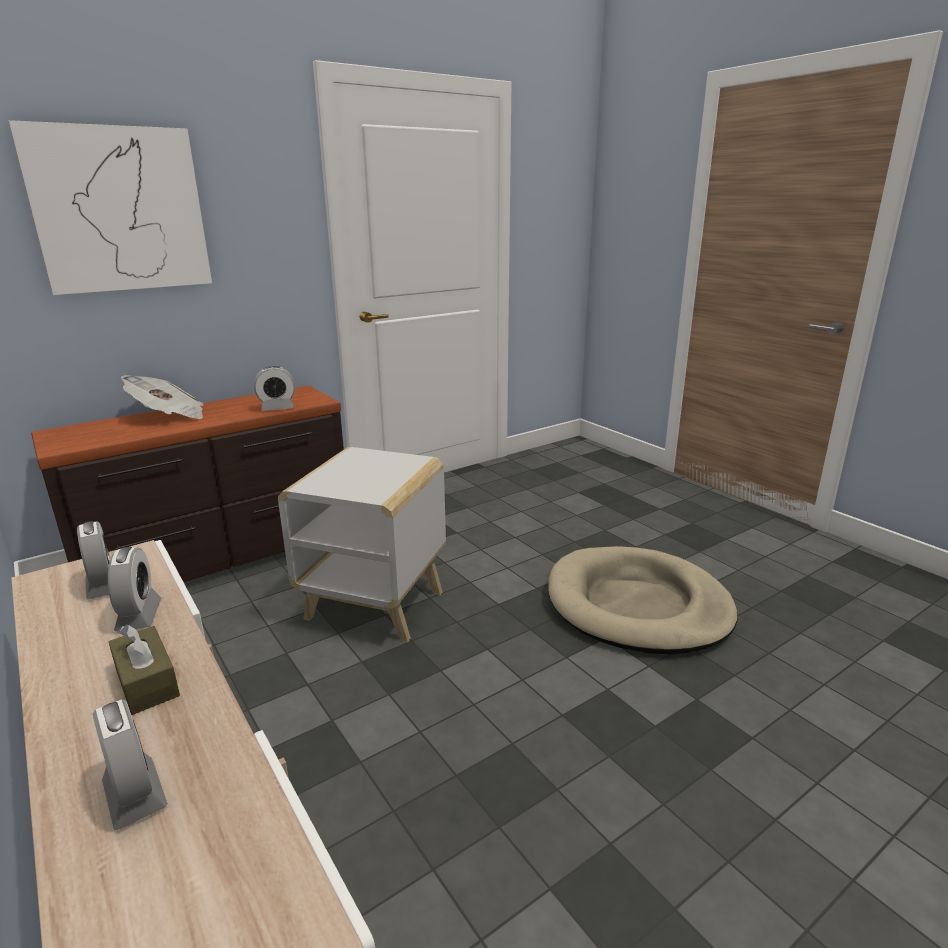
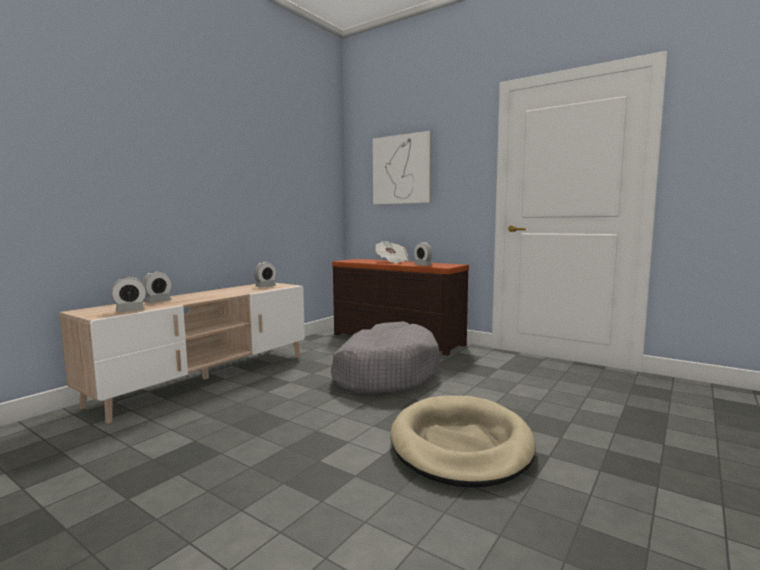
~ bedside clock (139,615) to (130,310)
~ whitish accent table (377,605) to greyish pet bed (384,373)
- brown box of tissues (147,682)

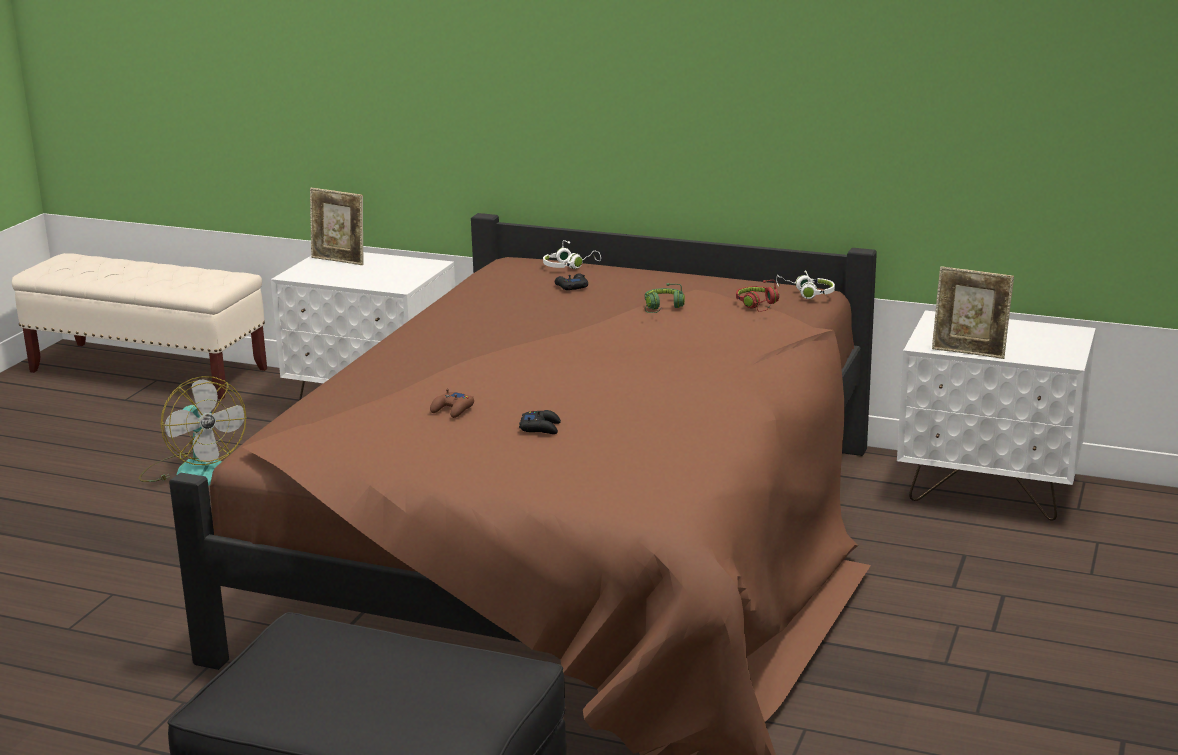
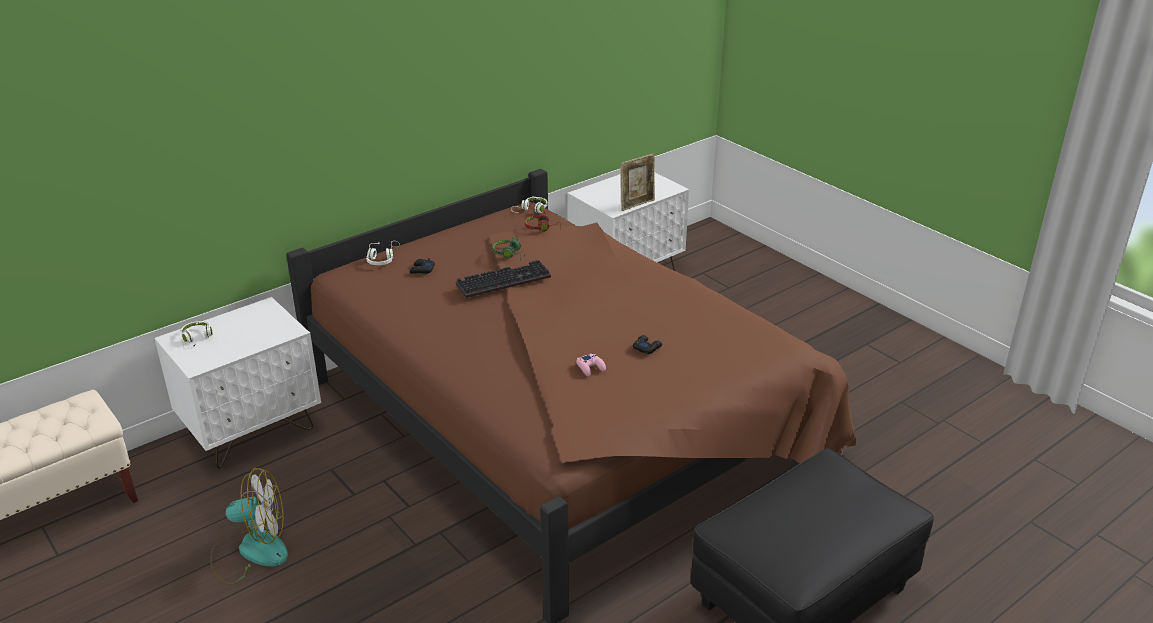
~ picture frame (339,260) to whitish pair of headphones (196,339)
+ computer keyboard (504,280)
~ brown joypad (453,410) to pinkish joypad (591,367)

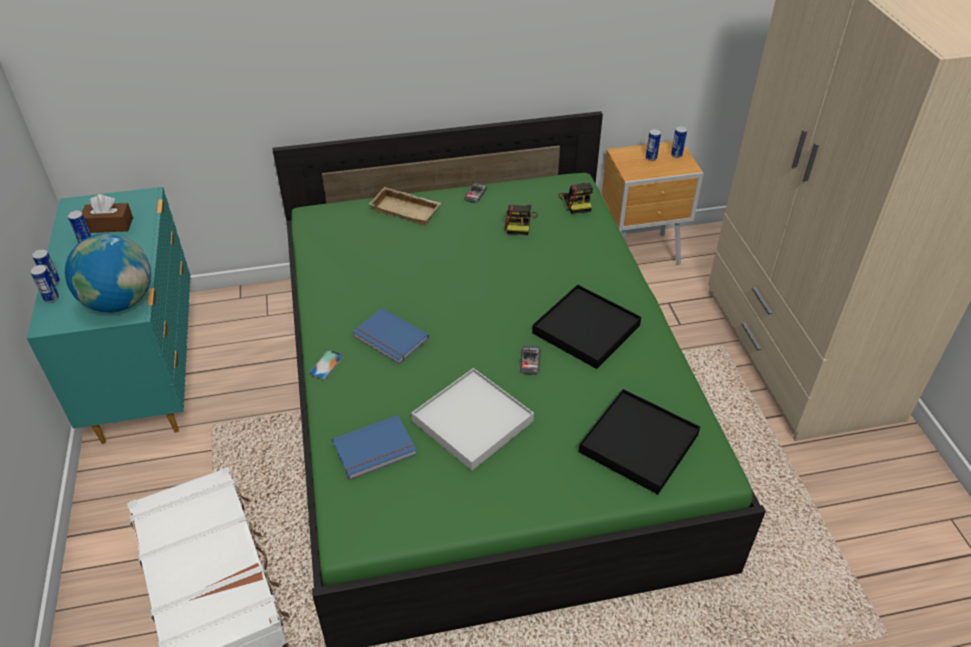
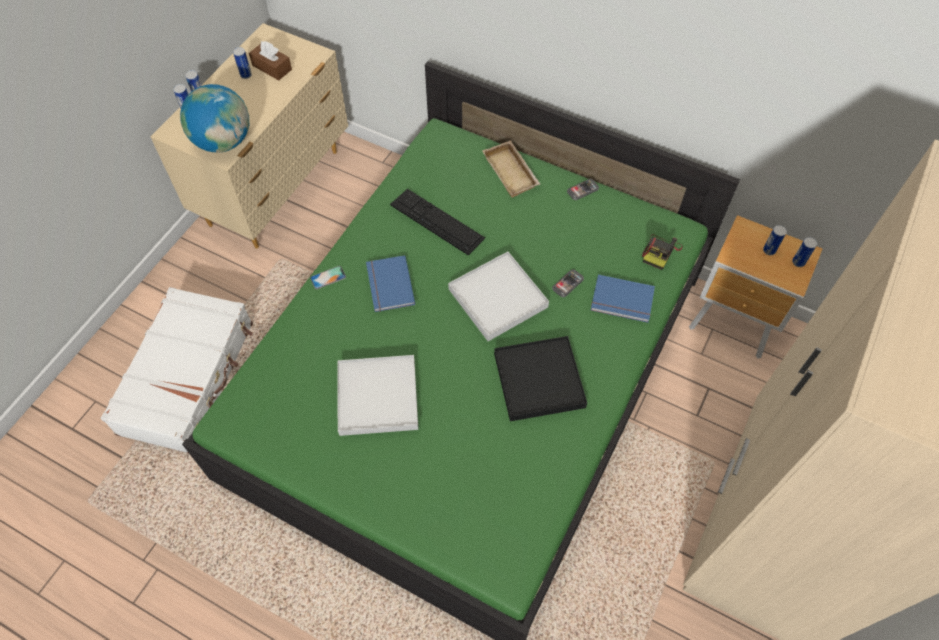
~ turquoise chest of drawers (148,372) to beige chest of drawers (277,187)
+ computer keyboard (437,221)
+ whitish carrying tray (498,298)
~ telephone (530,361) to (567,284)
~ blue volume (376,450) to (622,301)
- still camera (519,223)
- blackish carrying tray (639,443)

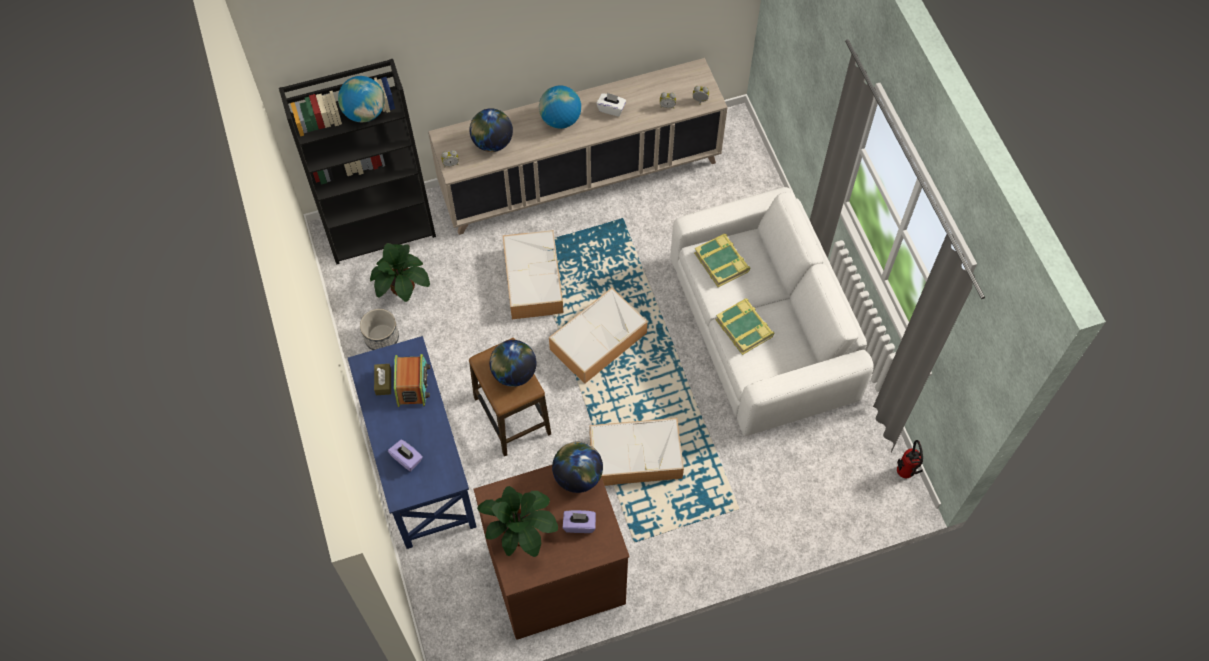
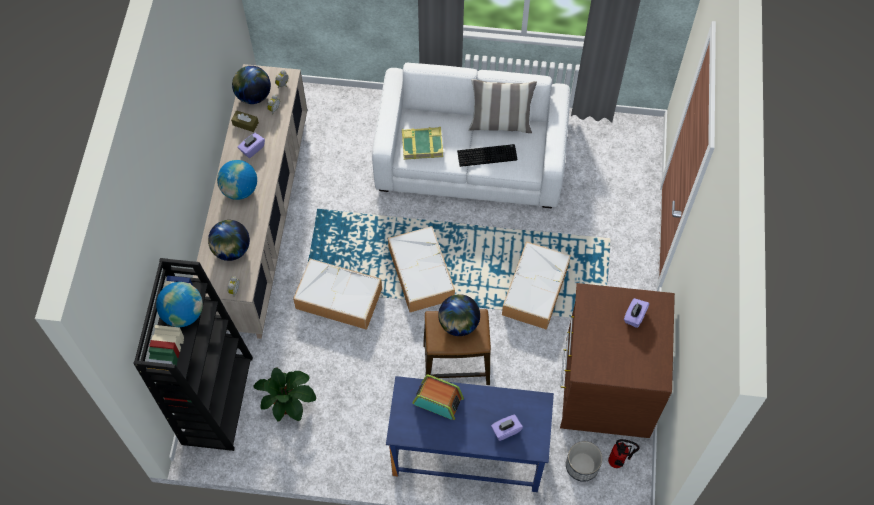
~ brown box of tissues (383,382) to (245,124)
~ globe (578,476) to (253,95)
~ whitish box of tissues (611,109) to purplish box of tissues (252,149)
~ volume (744,328) to computer keyboard (487,155)
+ throw pillow (500,123)
~ planter (382,337) to (582,465)
~ extinguisher (904,474) to (618,463)
- potted plant (521,532)

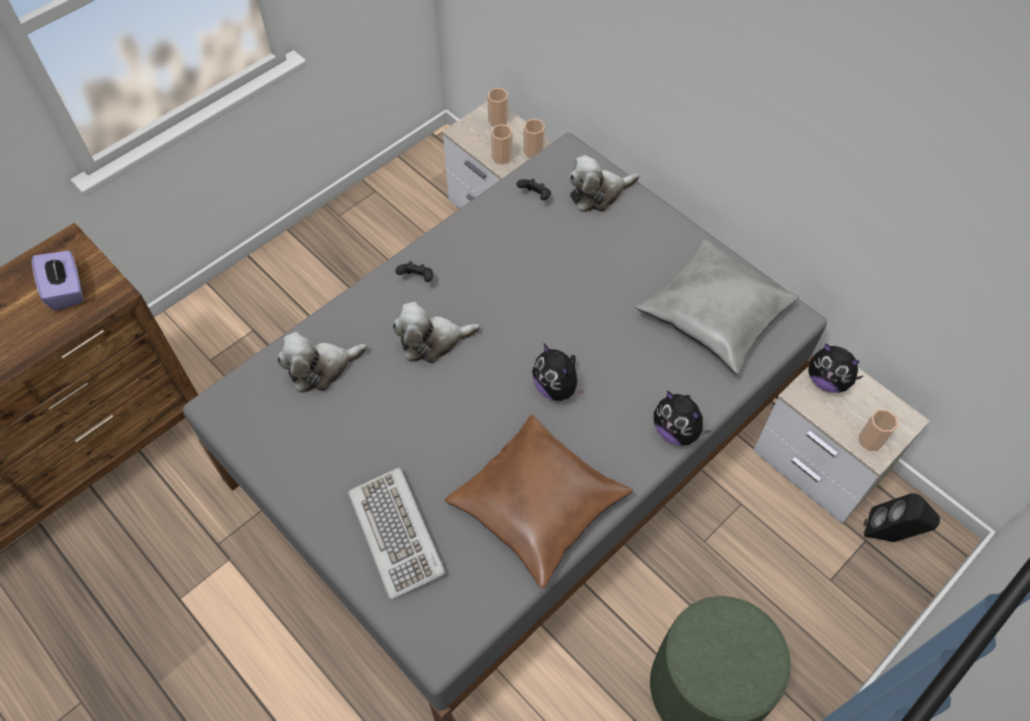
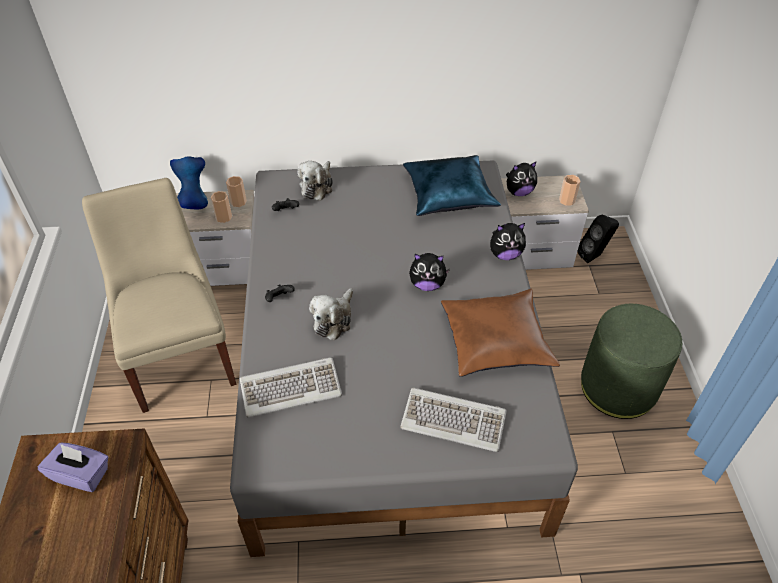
+ beige plain chair (180,355)
~ small cup (498,120) to blue vase (195,202)
~ plush toy (321,369) to computer keyboard (291,388)
~ greyish throw pillow (716,314) to blue throw pillow (449,194)

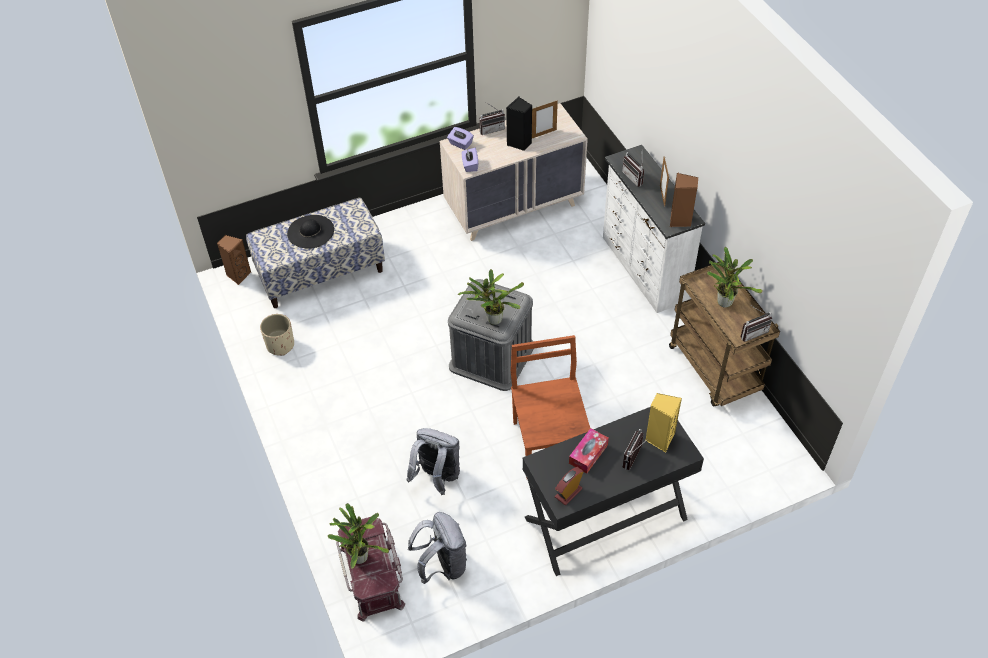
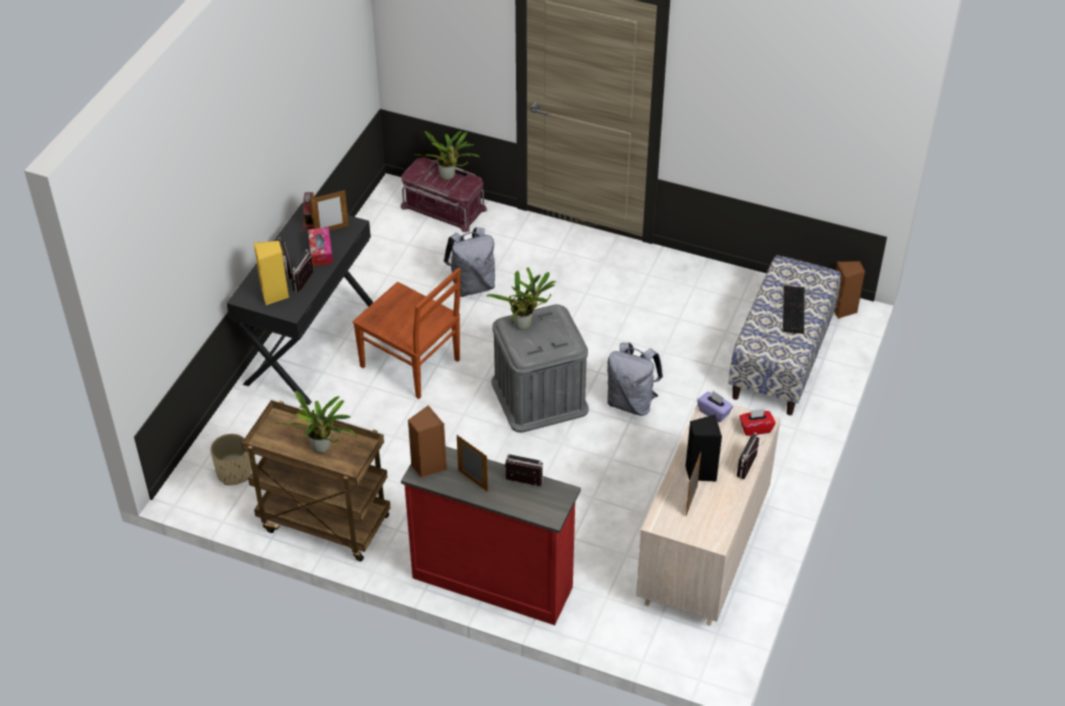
~ beige planter (280,345) to (234,473)
~ radio (752,332) to (306,283)
+ picture frame (332,229)
~ whitish chest of drawers (643,269) to red chest of drawers (492,580)
~ greyish knapsack (442,565) to (631,402)
~ purplish box of tissues (460,144) to red box of tissues (755,428)
~ blackish wearable hat (310,232) to computer keyboard (792,309)

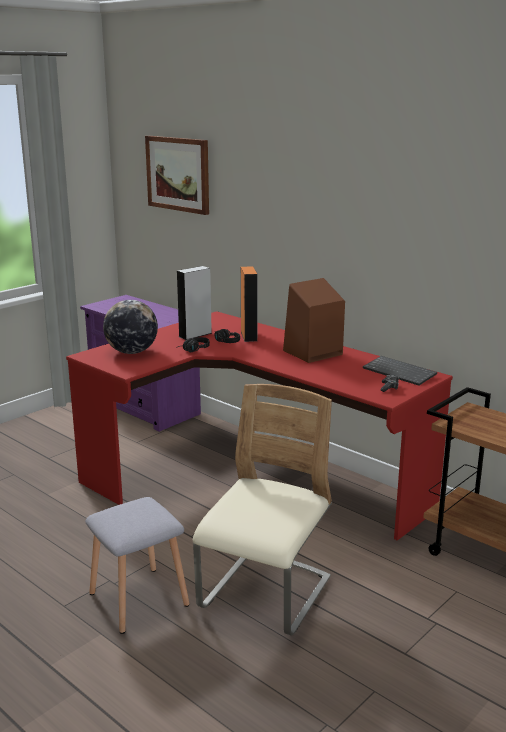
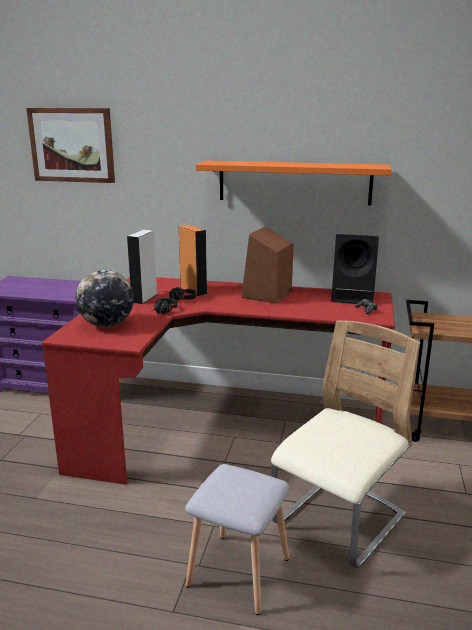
+ orange-coloured bracket shelf (294,182)
~ beige plain chair (266,595) = (339,521) 45 degrees clockwise
~ computer keyboard (400,372) to blackish speaker (354,297)

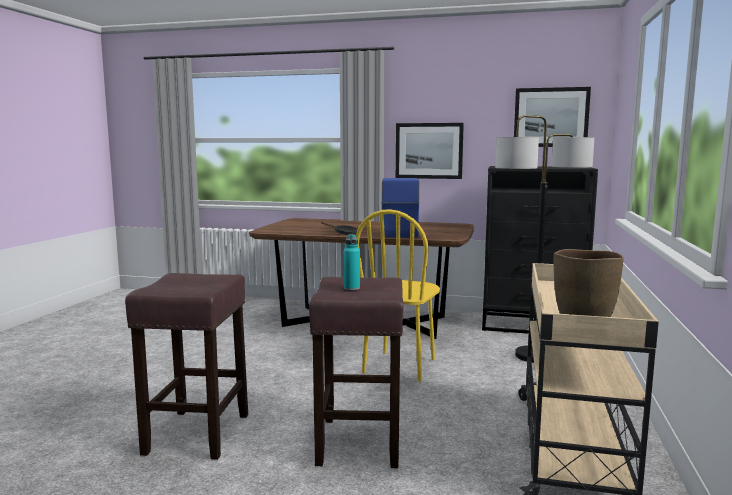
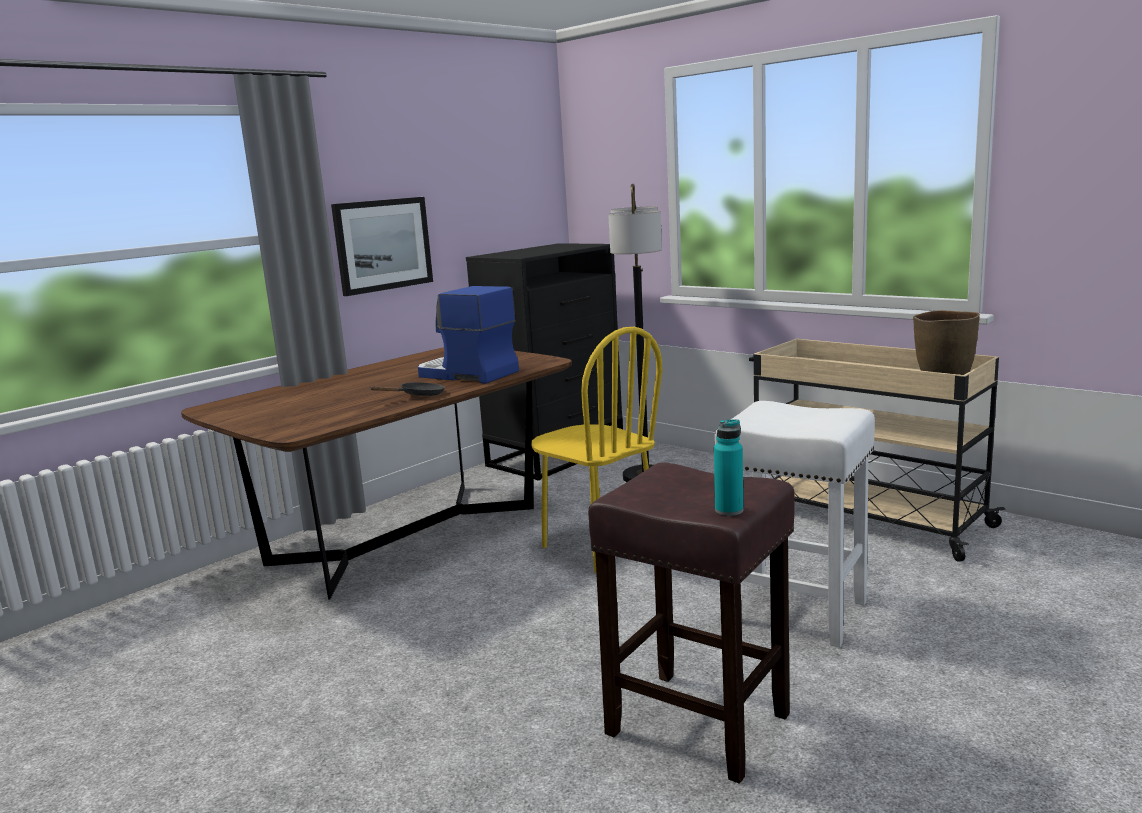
~ turquoise drink bottle (351,288) to (729,510)
~ brown stool seat (360,443) to whitish stool seat (797,611)
- wall picture (551,117)

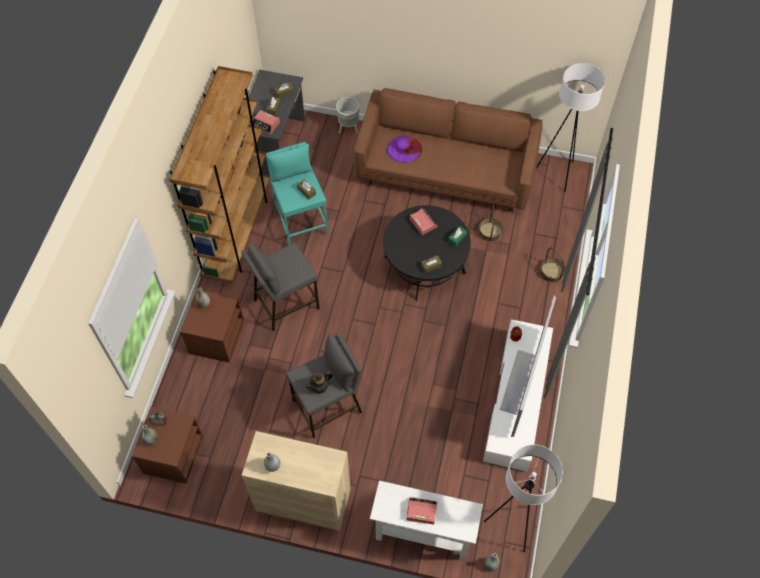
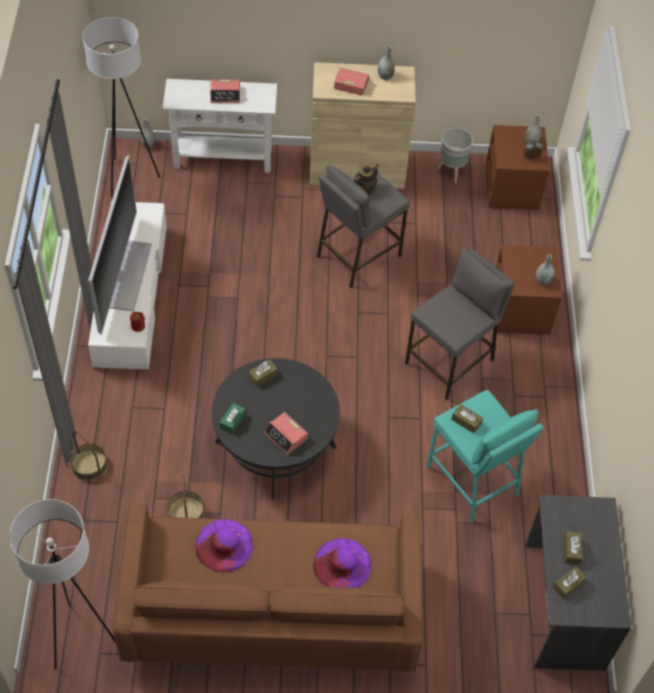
+ purplish wearable hat (224,545)
~ bedside clock (265,124) to (351,84)
~ greyish planter (349,129) to (451,172)
- brown bookcase (237,233)

